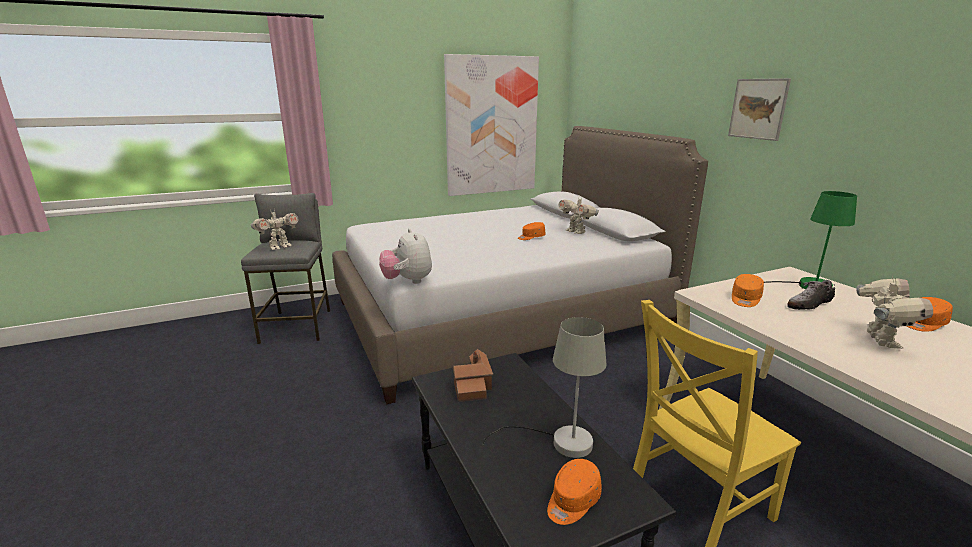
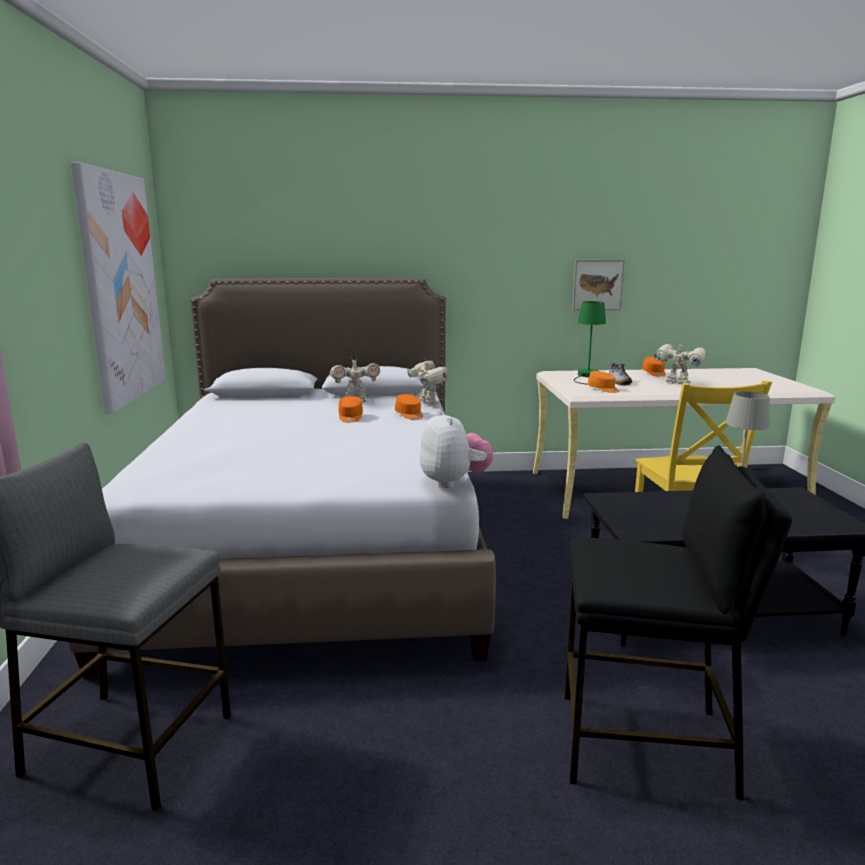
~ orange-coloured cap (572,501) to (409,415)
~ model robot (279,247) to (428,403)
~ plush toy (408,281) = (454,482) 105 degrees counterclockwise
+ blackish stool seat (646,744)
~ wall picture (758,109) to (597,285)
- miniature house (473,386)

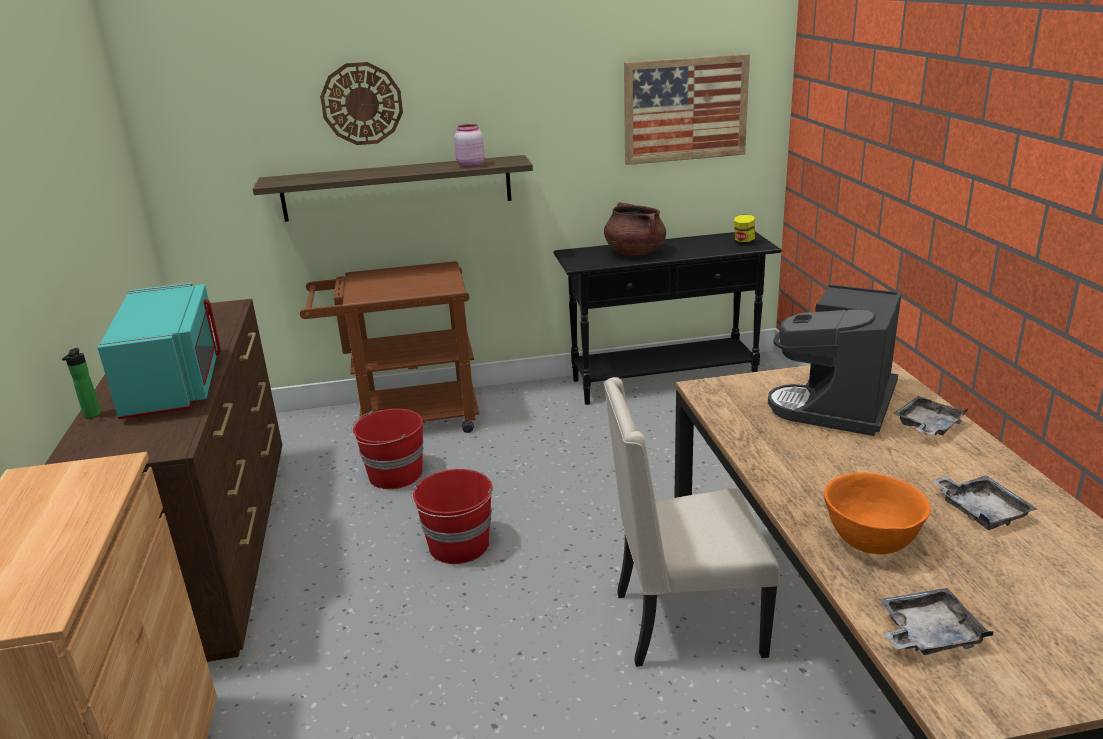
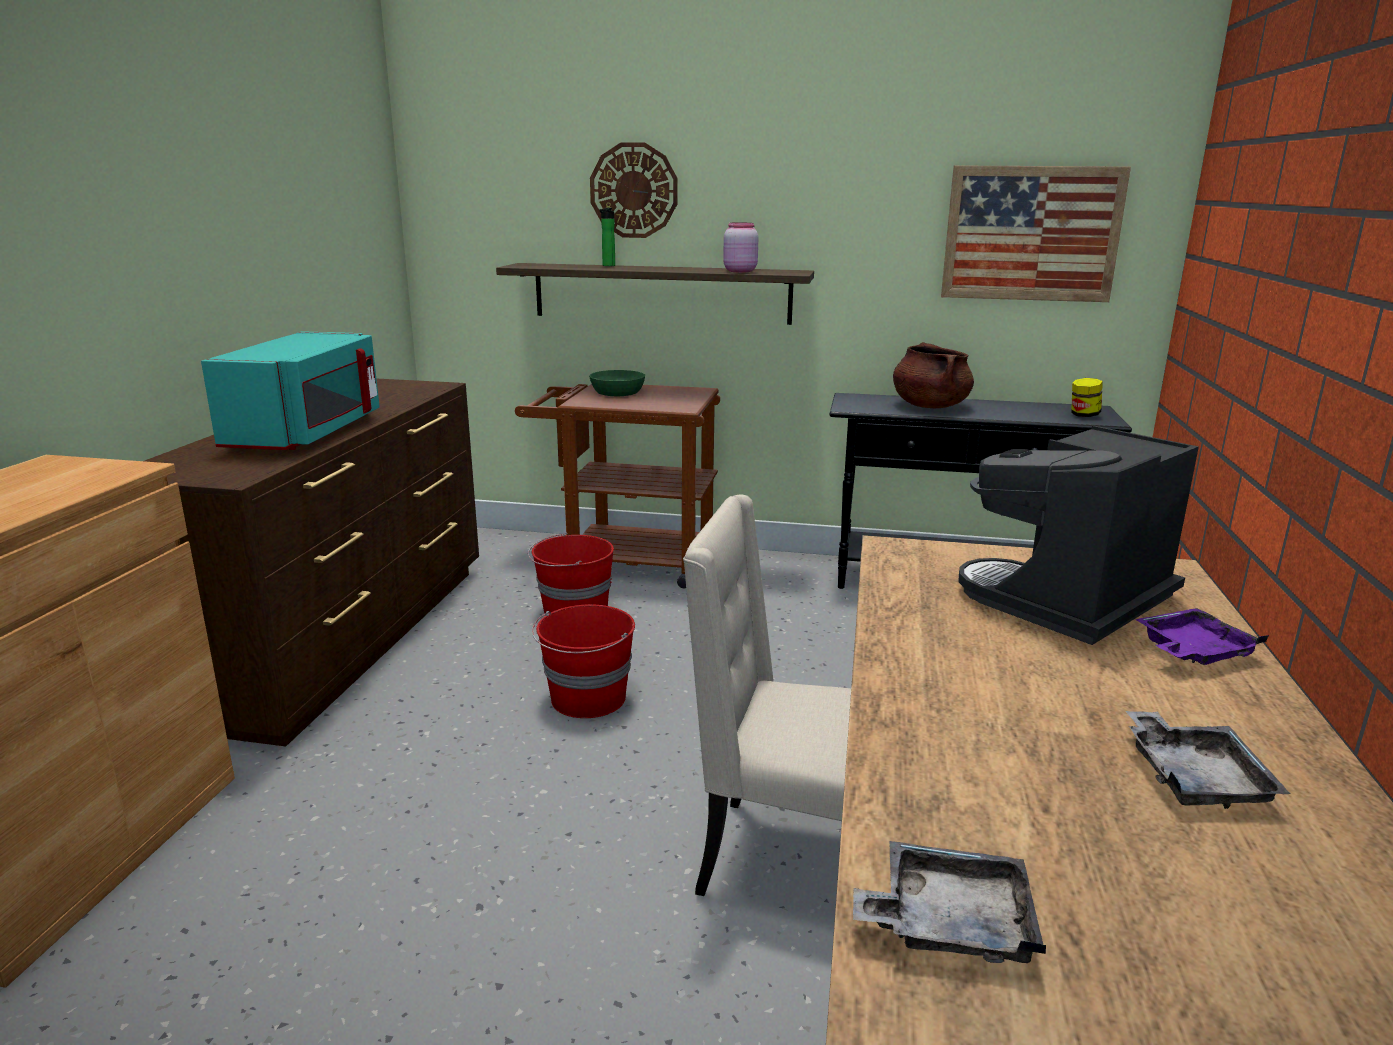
+ green deep dish (618,392)
~ drink bottle (91,415) to (608,266)
~ greyish carrying tray (927,426) to purplish carrying tray (1192,651)
- orange-coloured deep dish (869,542)

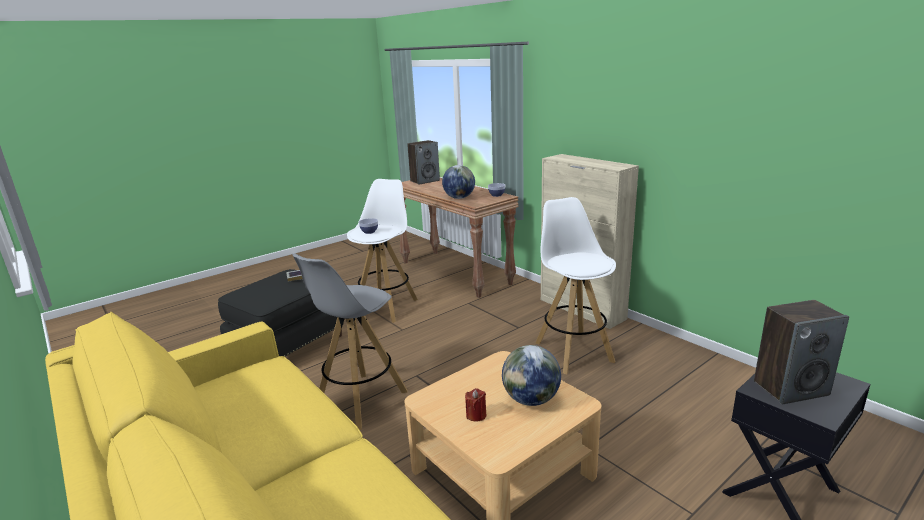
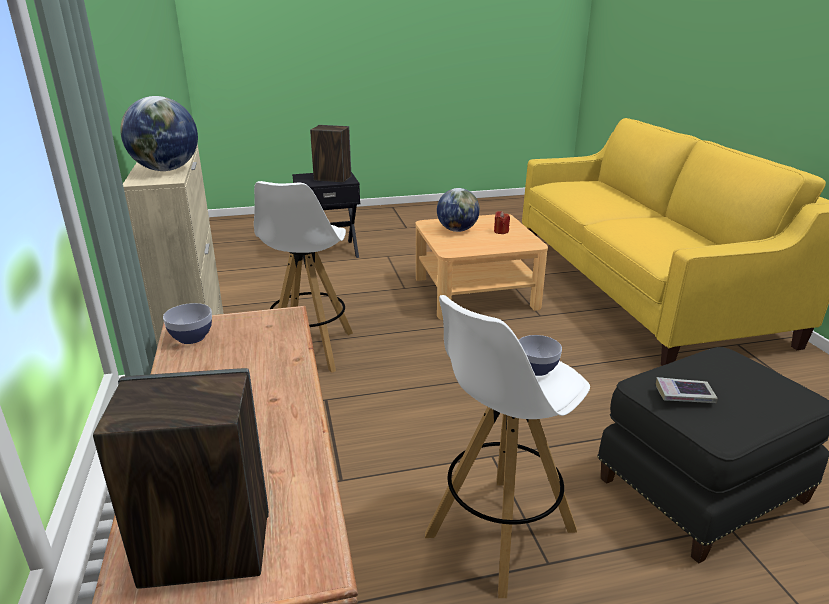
~ globe (459,198) to (166,170)
- greyish stool seat (360,401)

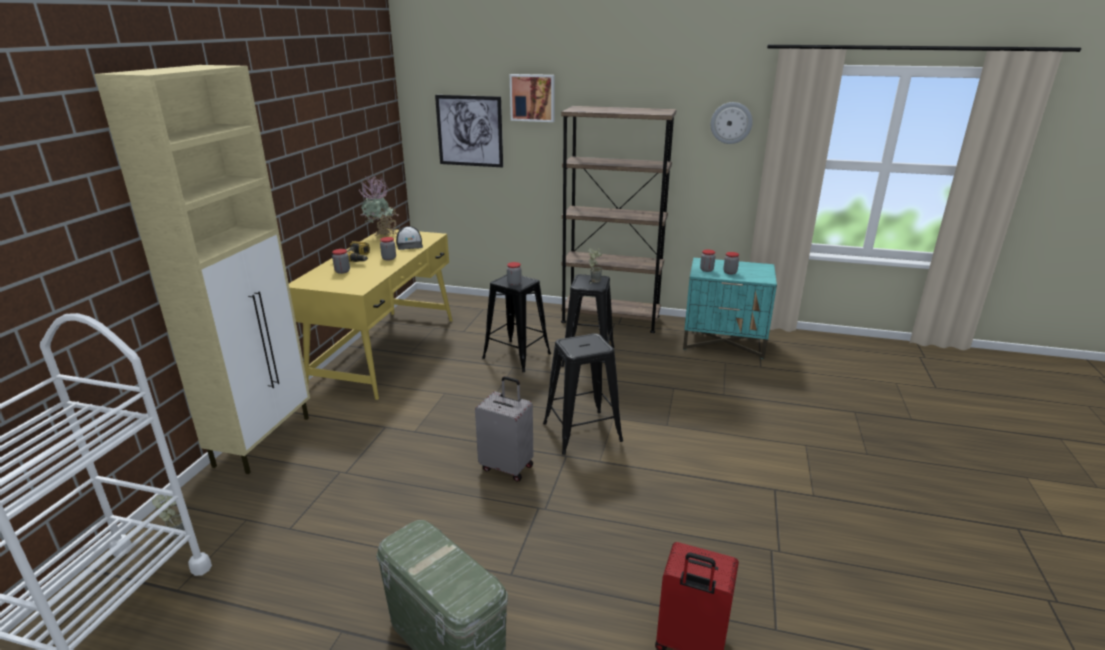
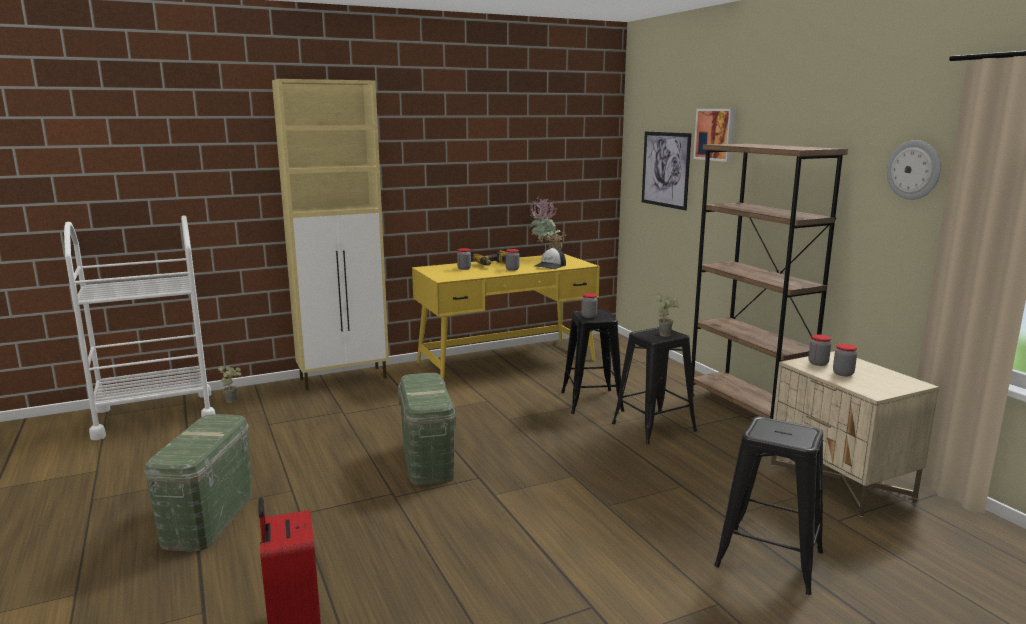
~ greyish piece of luggage (507,467) to green storage container (428,461)
~ blackish stool seat (582,432) to (769,559)
~ turquoise bedside table (724,342) to beige bedside table (841,481)

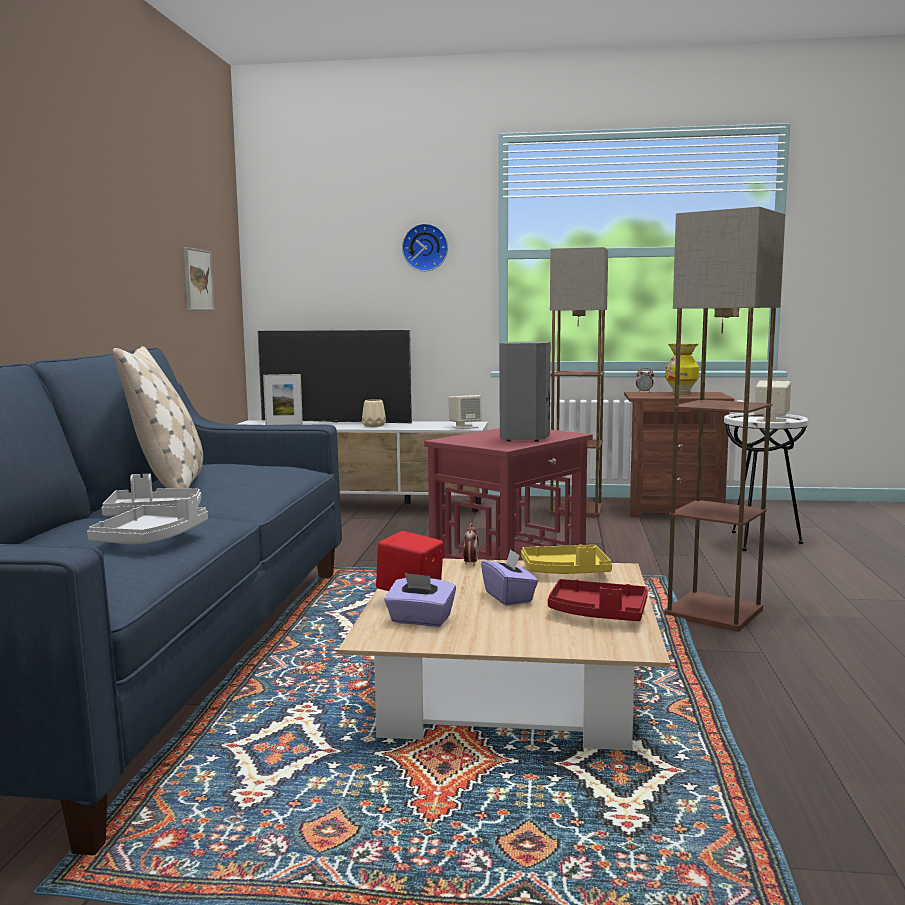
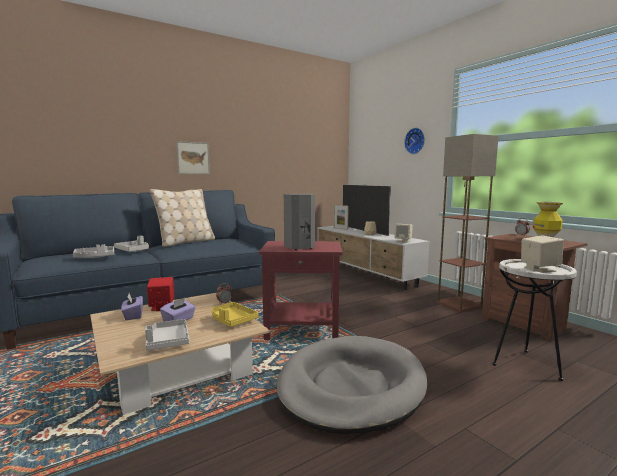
~ red carrying tray (598,614) to greyish carrying tray (168,341)
~ wall picture (198,280) to (193,158)
~ standard lamp (715,613) to greyish pet bed (351,386)

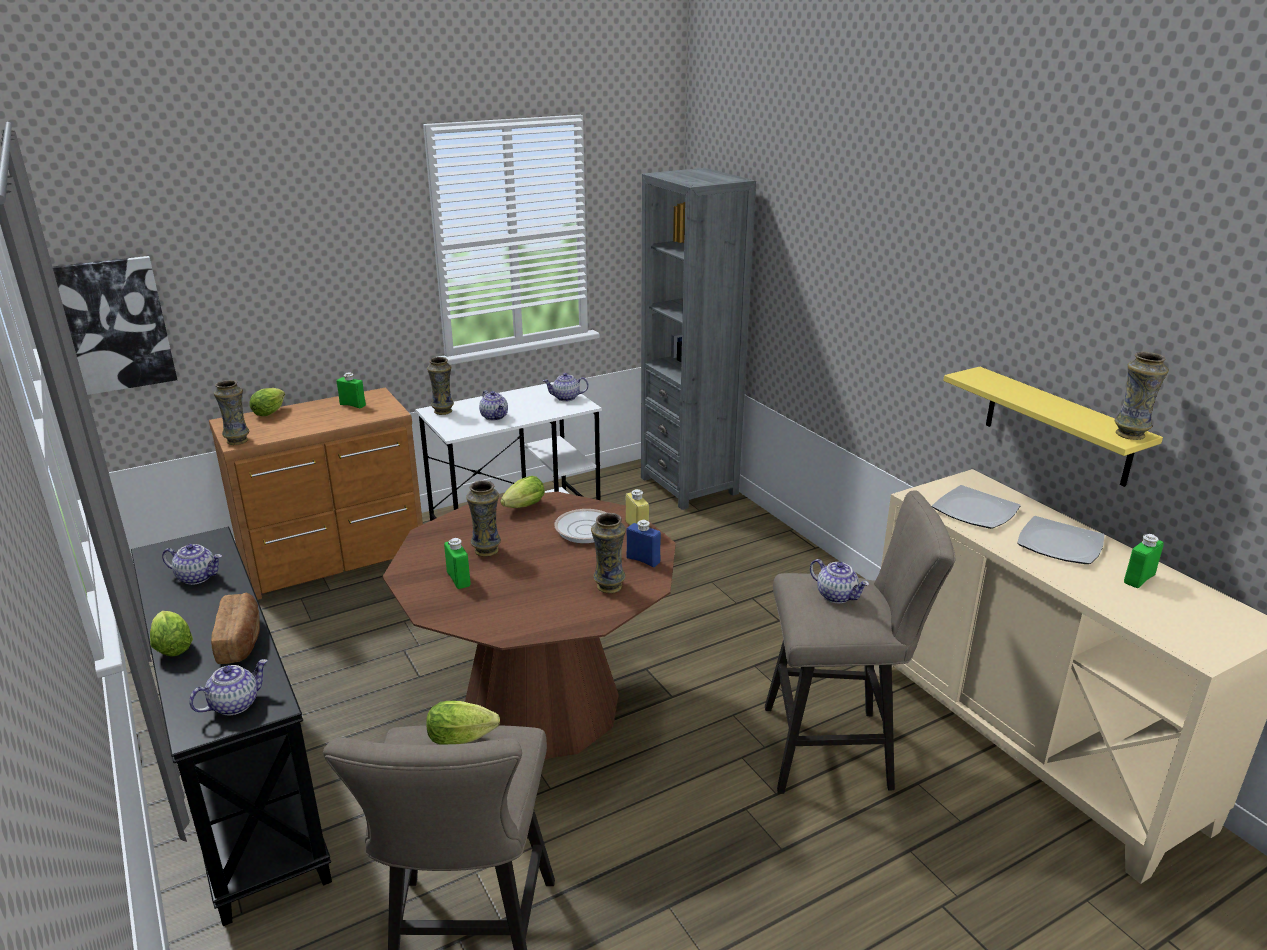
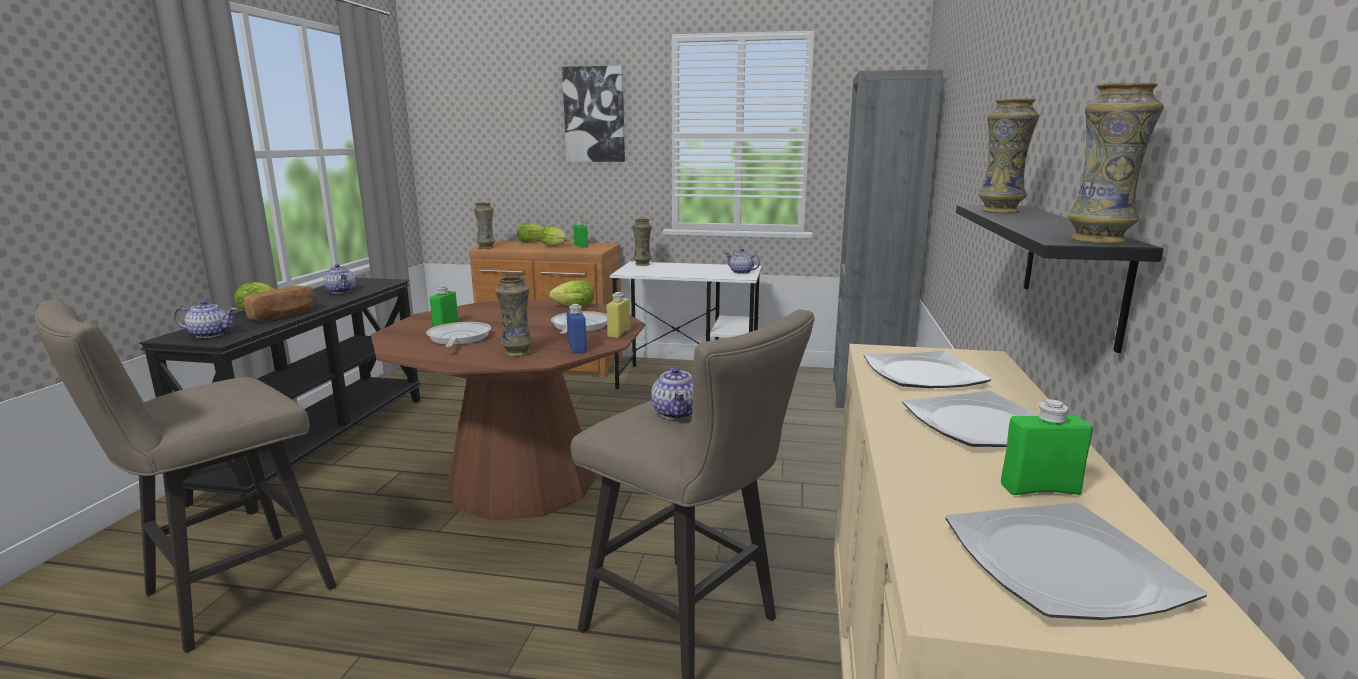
+ pan (458,338)
~ lettuce (465,738) to (555,246)
~ wall picture (116,324) to (594,114)
+ plate (1059,564)
~ yellow-coloured bracket shelf (1057,426) to blackish bracket shelf (1072,269)
~ vase (486,551) to (1000,211)
- teapot (494,417)

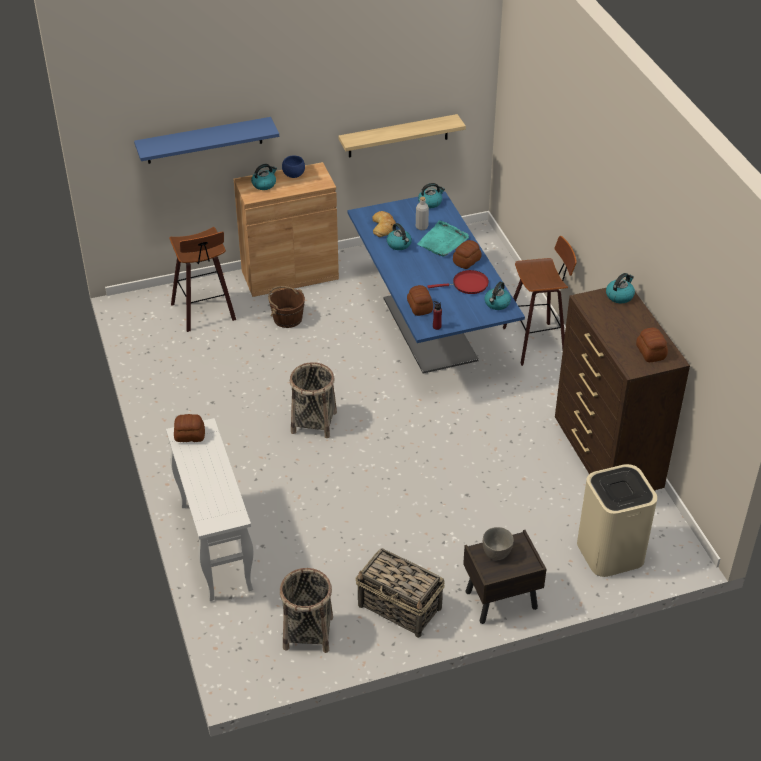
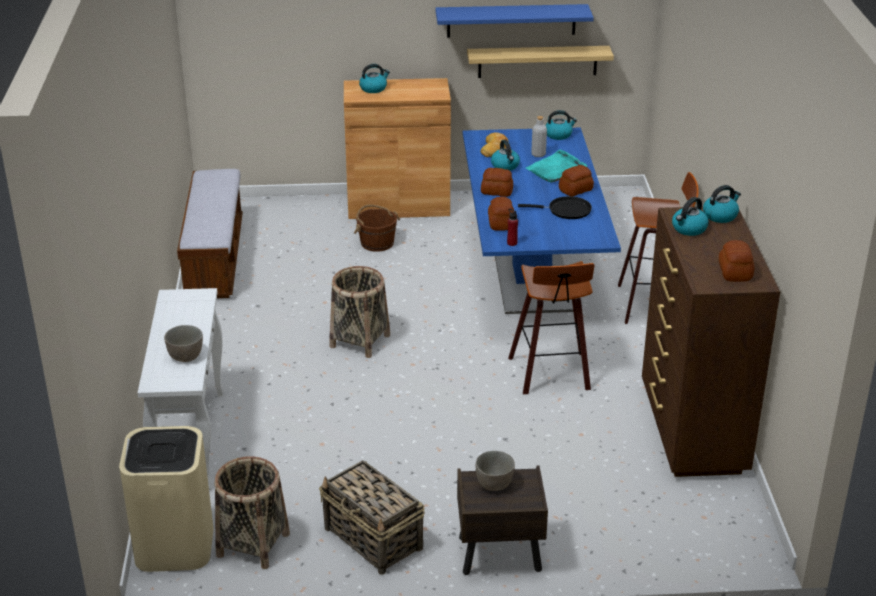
~ beige waste bin (610,552) to (174,546)
+ greyish deep dish (186,356)
+ indoor bench (215,258)
~ blue bracket shelf (204,140) to (511,20)
~ bread (189,435) to (496,191)
~ stool seat (206,312) to (552,375)
~ red pan (467,285) to blackish pan (566,210)
~ kettle (497,304) to (689,229)
- blue deep dish (294,175)

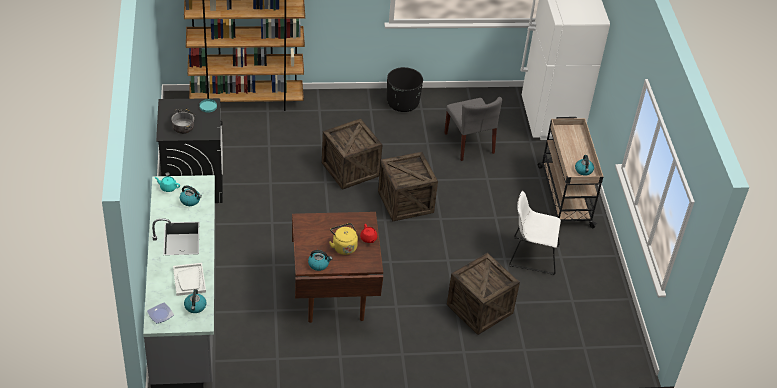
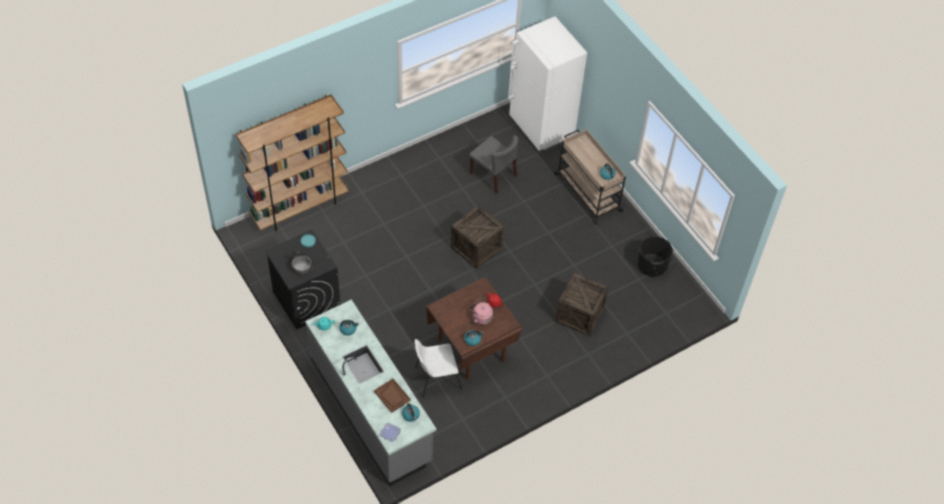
~ whitish carrying tray (189,280) to brown carrying tray (392,396)
~ whitish plain chair (531,255) to (436,378)
~ yellow-coloured kettle (343,246) to pinkish kettle (481,317)
~ blackish planter (402,103) to (652,266)
- crate (350,169)

